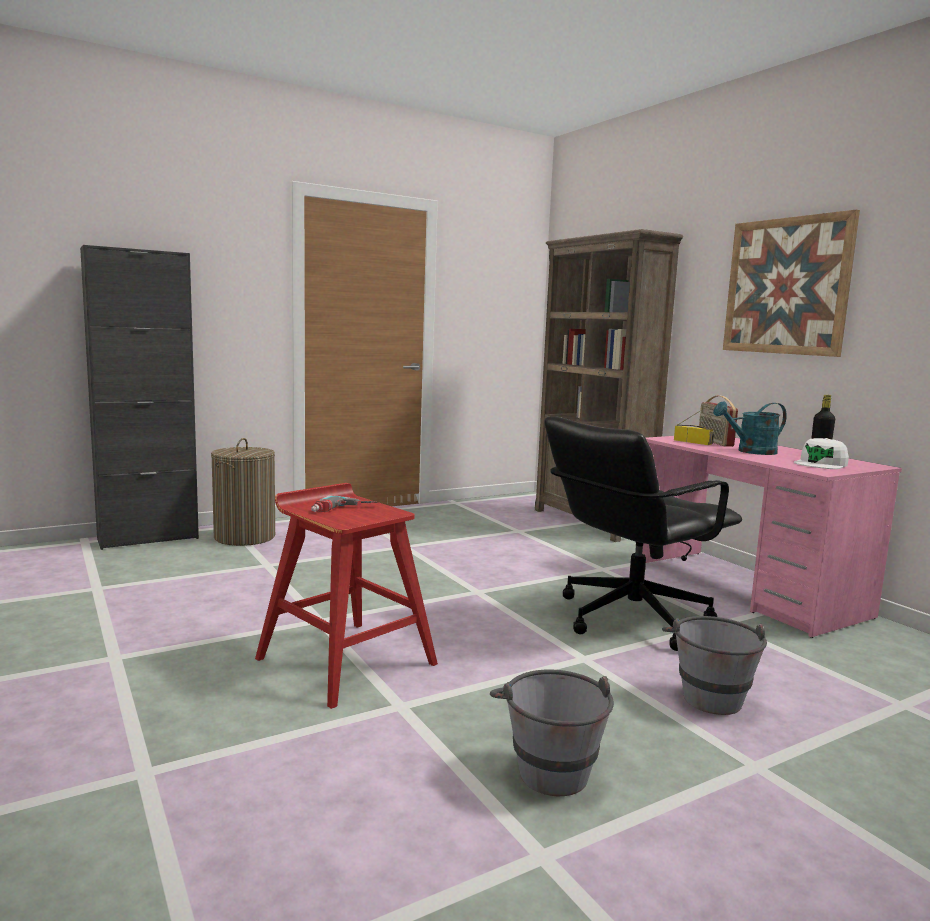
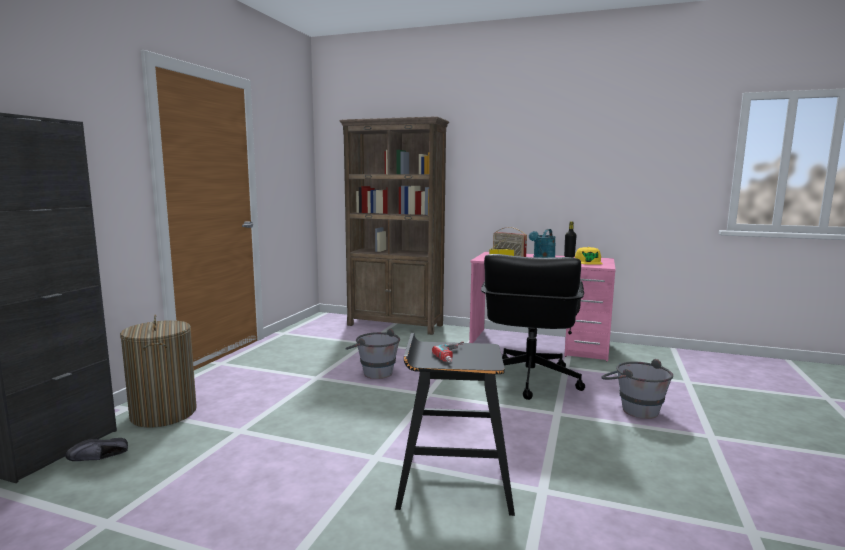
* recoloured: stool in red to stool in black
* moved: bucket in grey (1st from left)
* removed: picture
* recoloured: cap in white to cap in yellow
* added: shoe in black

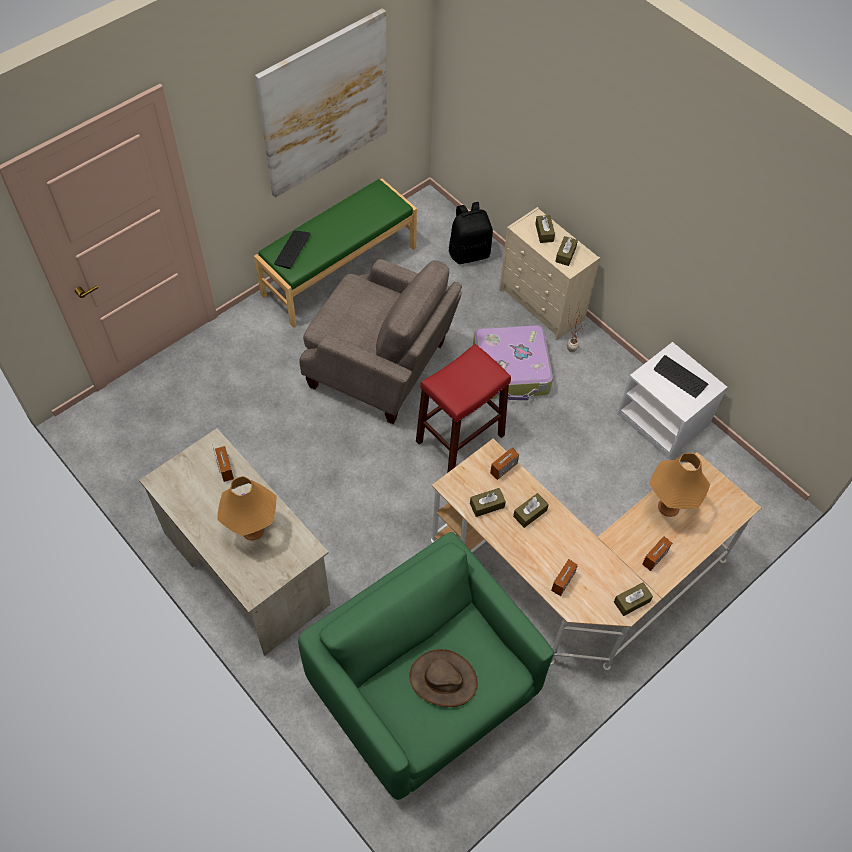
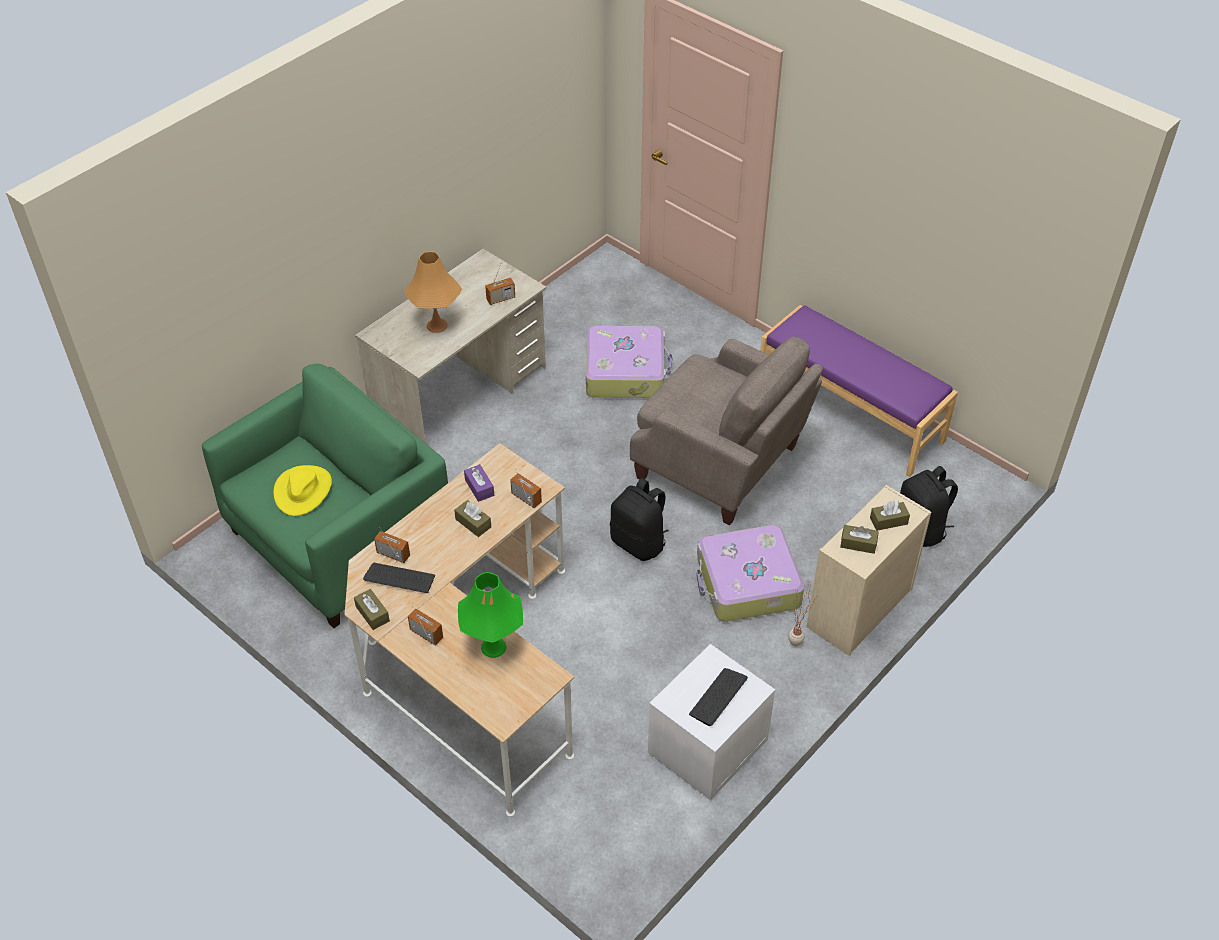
* recoloured: bench in green to bench in purple
* removed: picture
* moved: keyboard (1st from left)
* turned: armchair in beige 75 degrees counterclockwise
* recoloured: hat in brown to hat in yellow
* replaced: stool in red to backpack in black (1st from left)
* recoloured: tissue box in brown (1st from left) to tissue box in purple
* recoloured: table lamp in orange (2nd from left) to table lamp in green
* added: suitcase (1st from left)

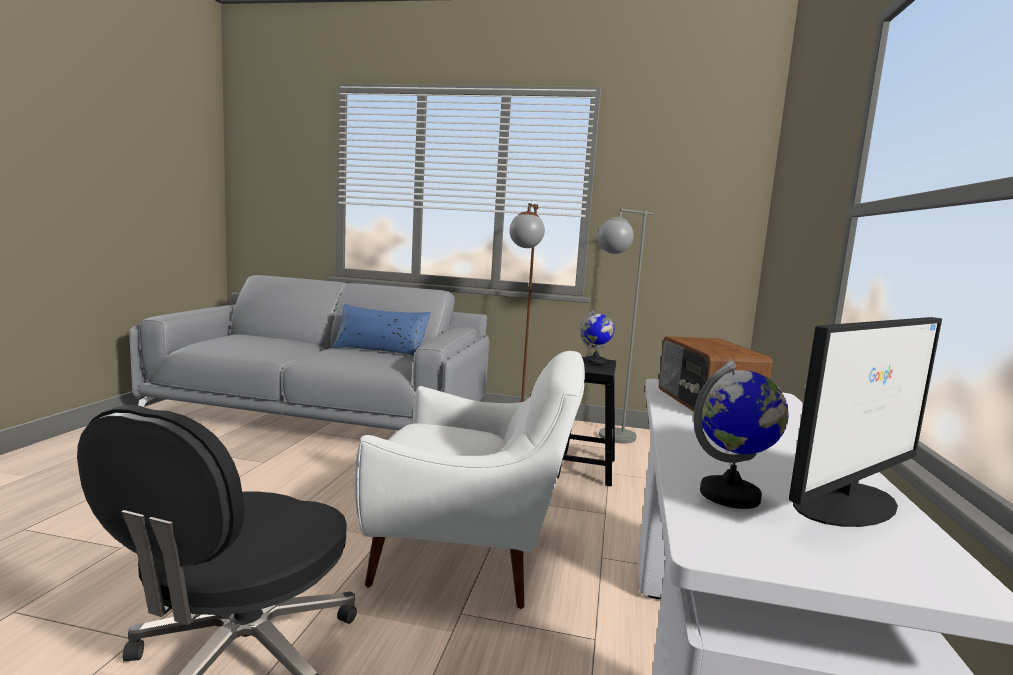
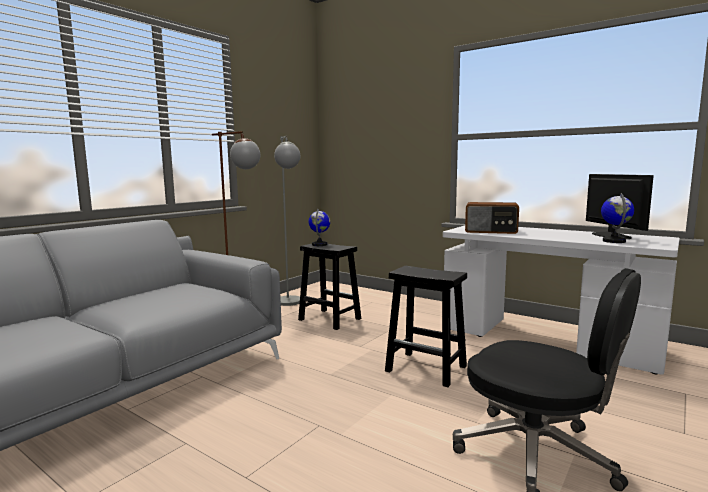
* removed: pillow in blue
* replaced: armchair in white to stool in black (2nd from left)

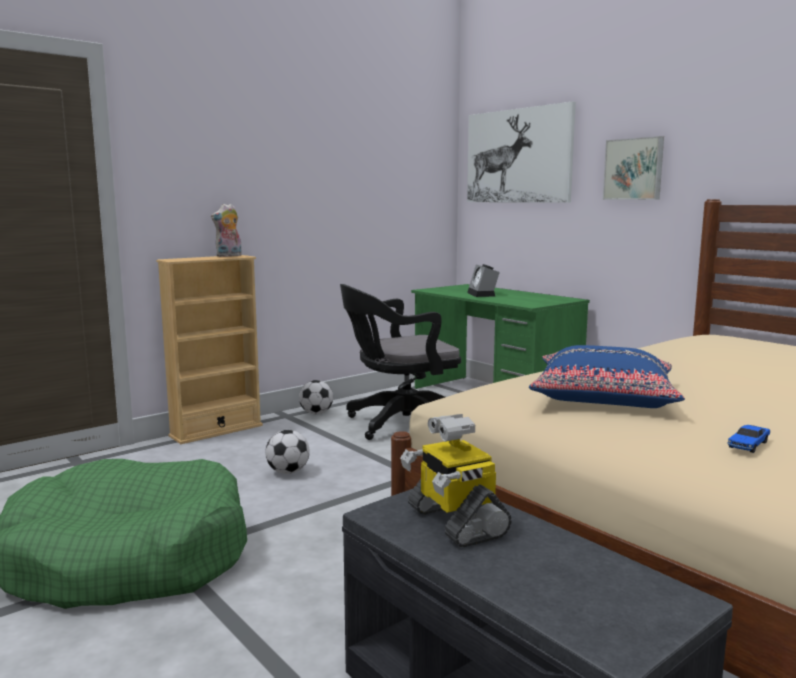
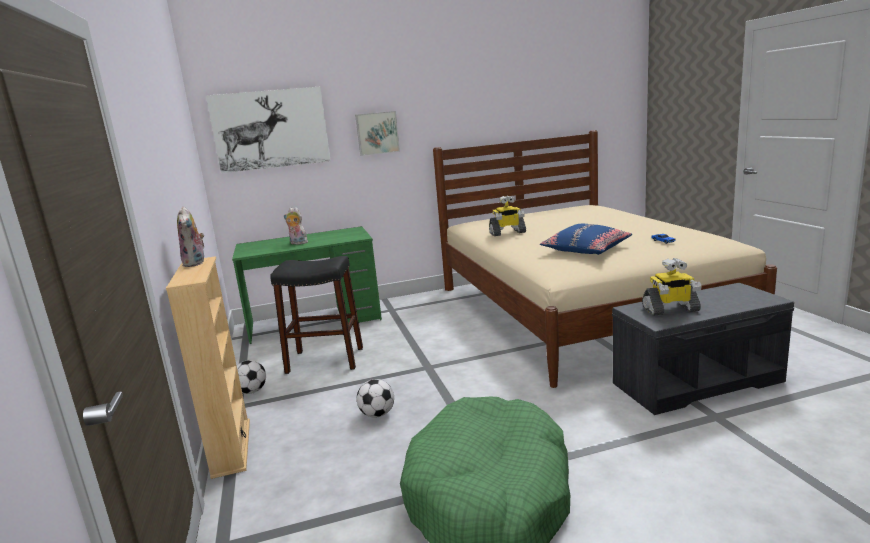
* replaced: office chair in black to stool in black
* replaced: alarm clock to plush toy (2nd from left)
* added: toy robot (1st from left)

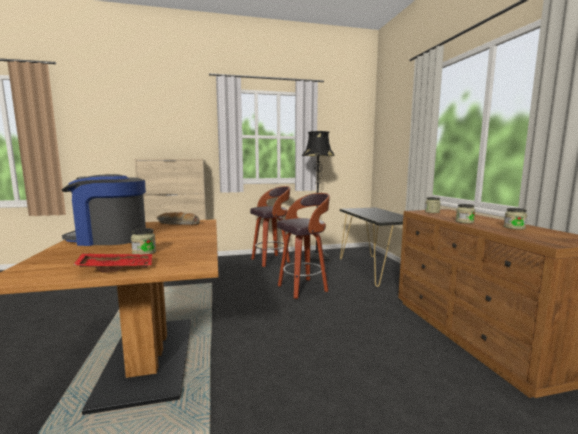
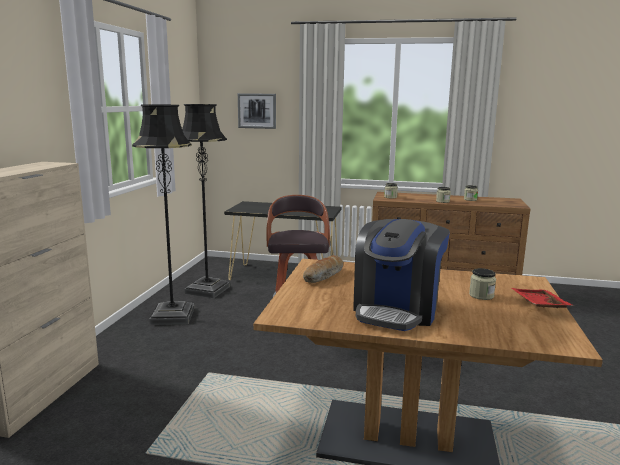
* replaced: stool (1st from left) to floor lamp in black (1st from left)
* added: picture

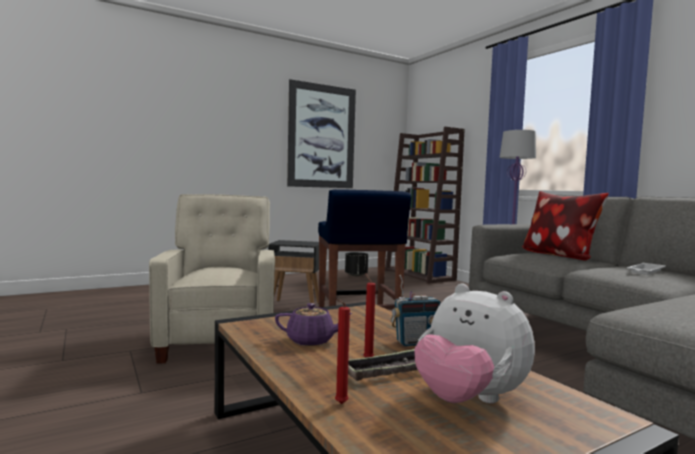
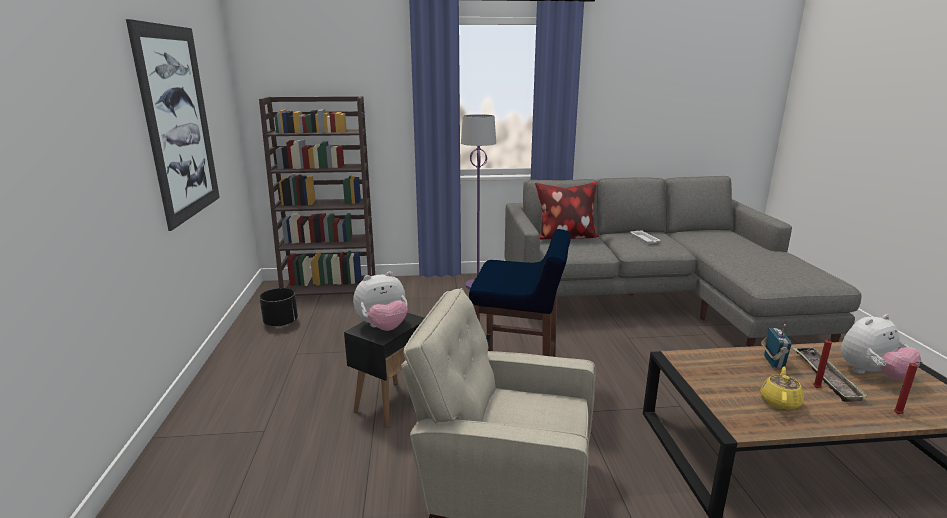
* recoloured: teapot in purple to teapot in yellow
* added: plush toy (1st from left)

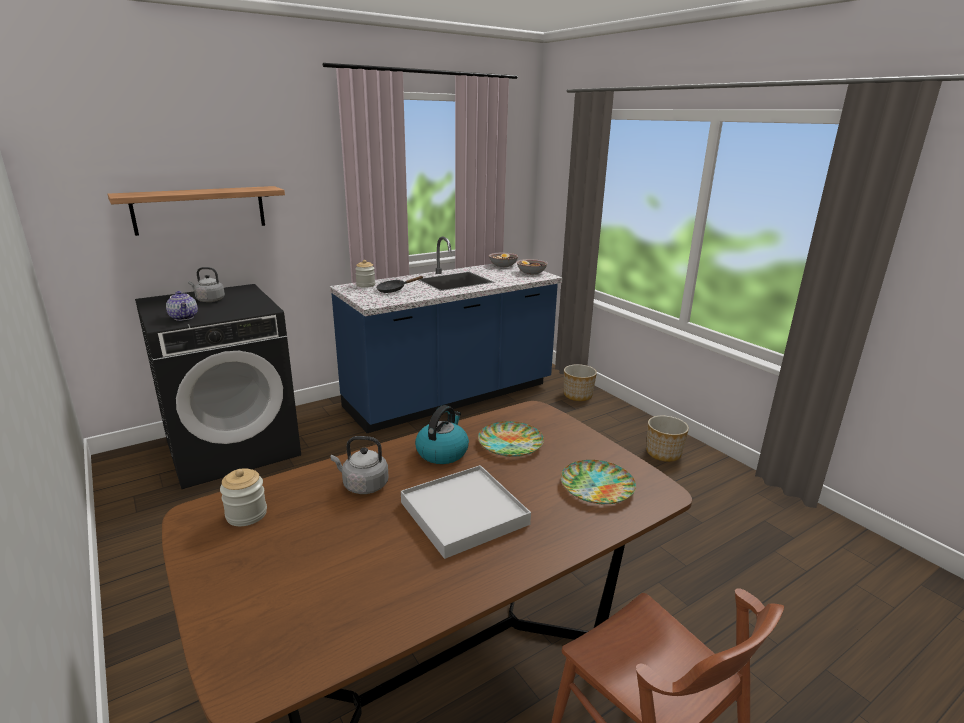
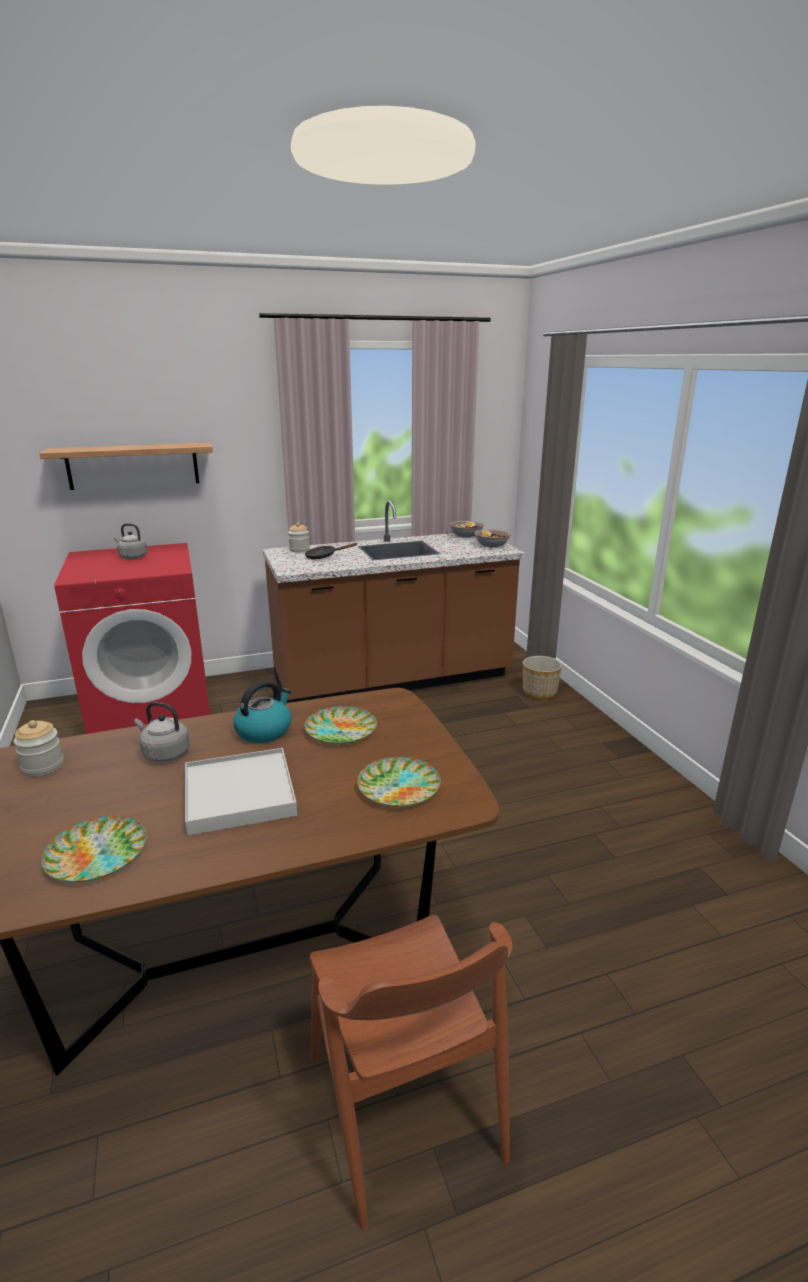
* recoloured: washing machine in black to washing machine in red
* removed: teapot
* recoloured: counter in blue to counter in brown
* removed: planter (2nd from left)
* added: plate (1st from left)

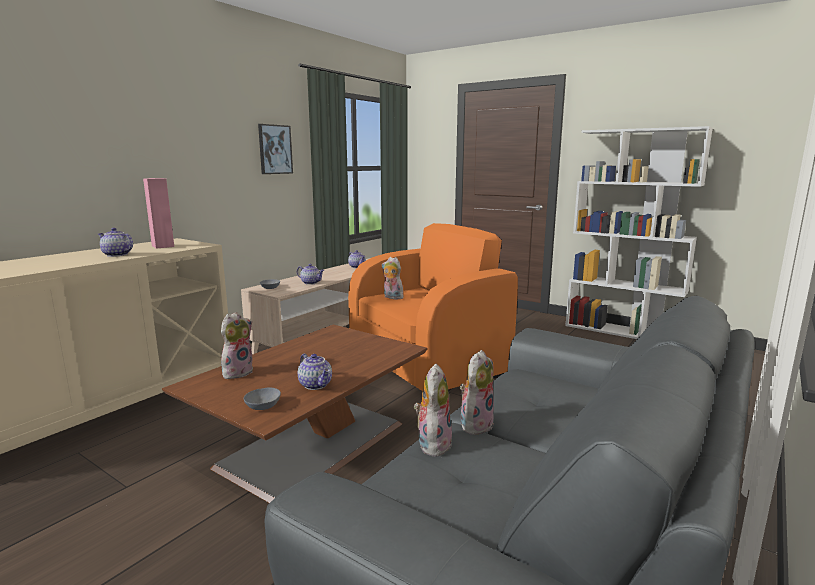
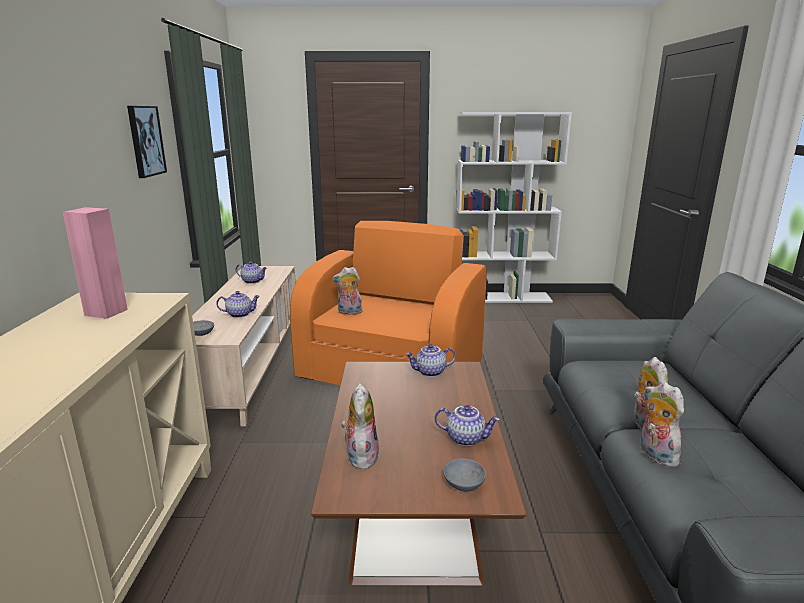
* moved: teapot (1st from left in the first image) to teapot (3rd from left)

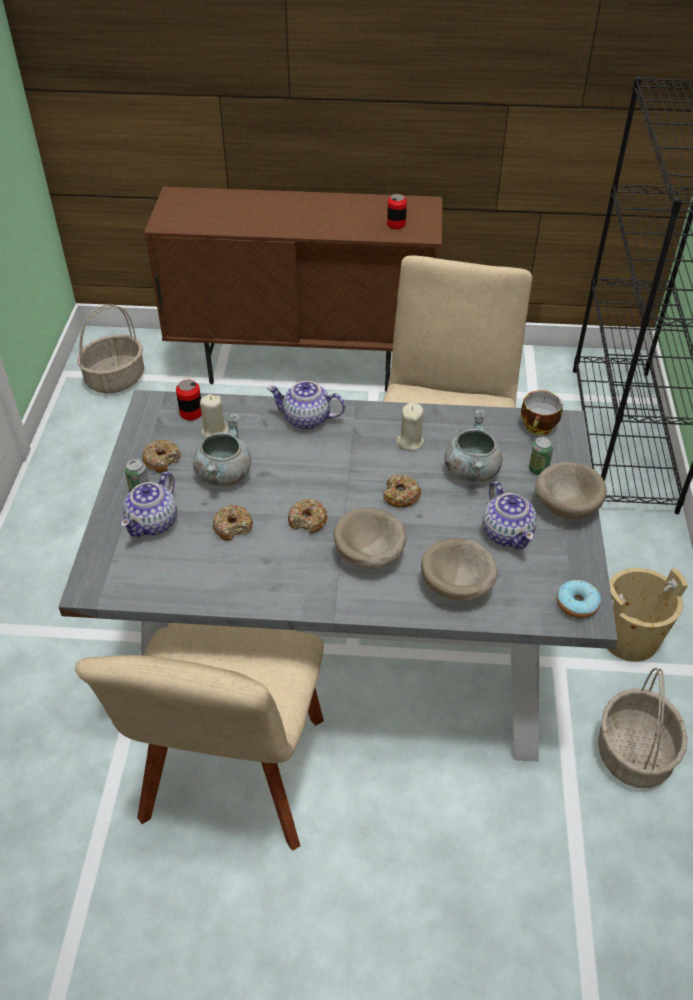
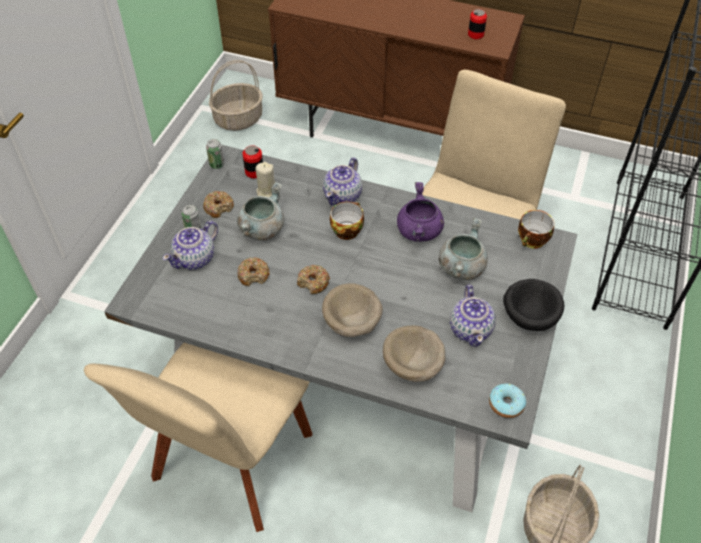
* turned: teapot (2nd from left) 90 degrees counterclockwise
* removed: donut (4th from left)
* replaced: candle in beige (2nd from left) to cooking pot in purple
* moved: can (4th from left in the first image) to can (2nd from left)
* recoloured: bowl in beige (3rd from left) to bowl in black
* removed: bucket in beige
* added: cup (1st from left)

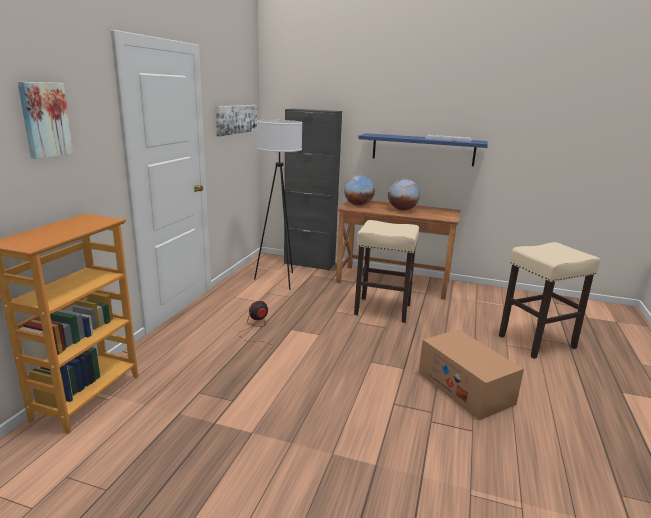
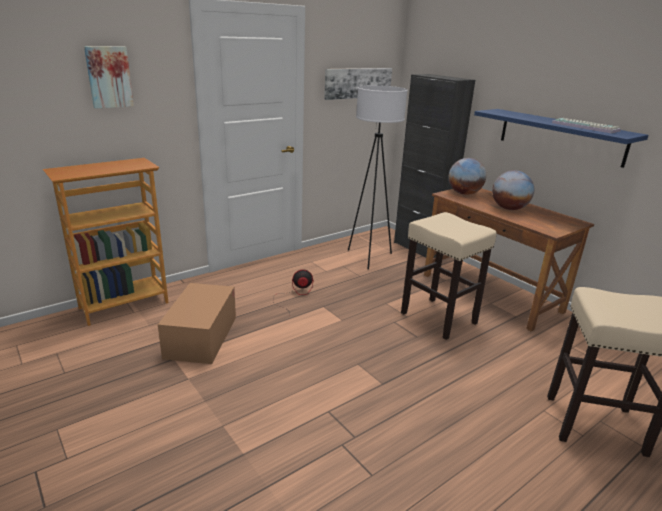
* moved: cardboard box

